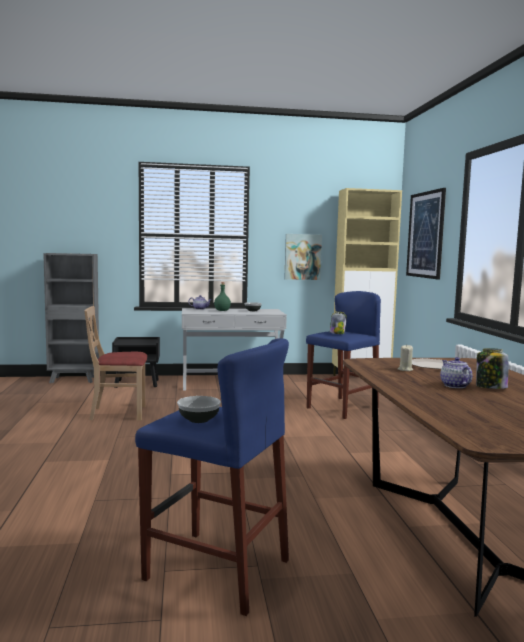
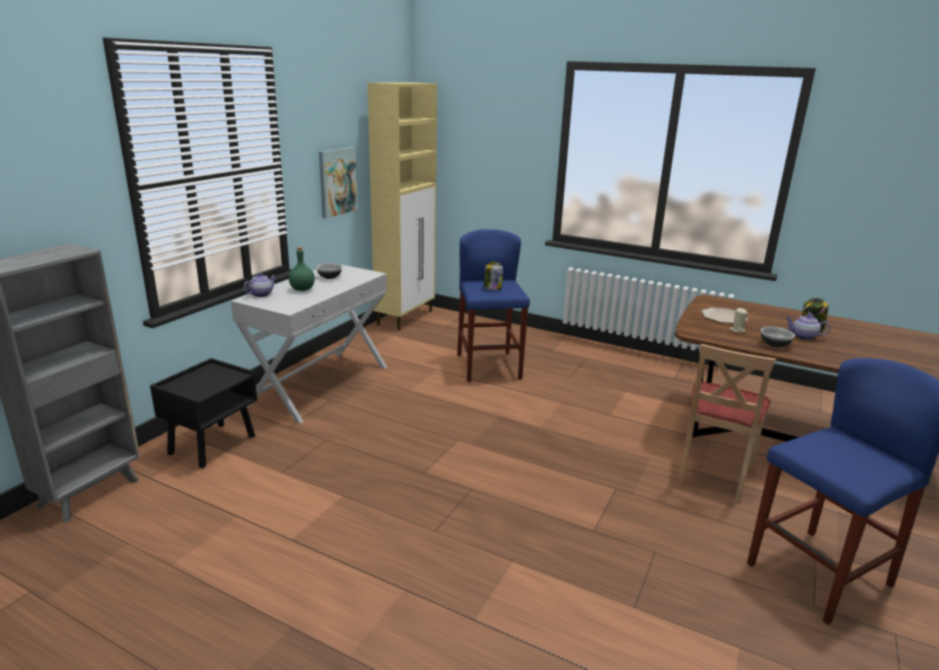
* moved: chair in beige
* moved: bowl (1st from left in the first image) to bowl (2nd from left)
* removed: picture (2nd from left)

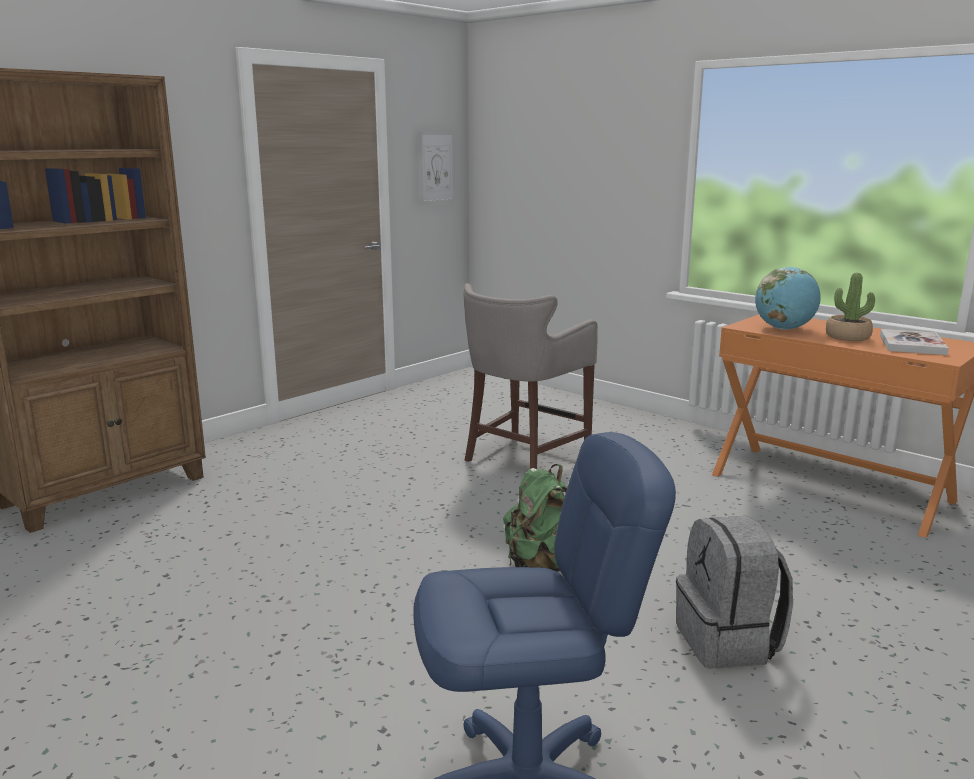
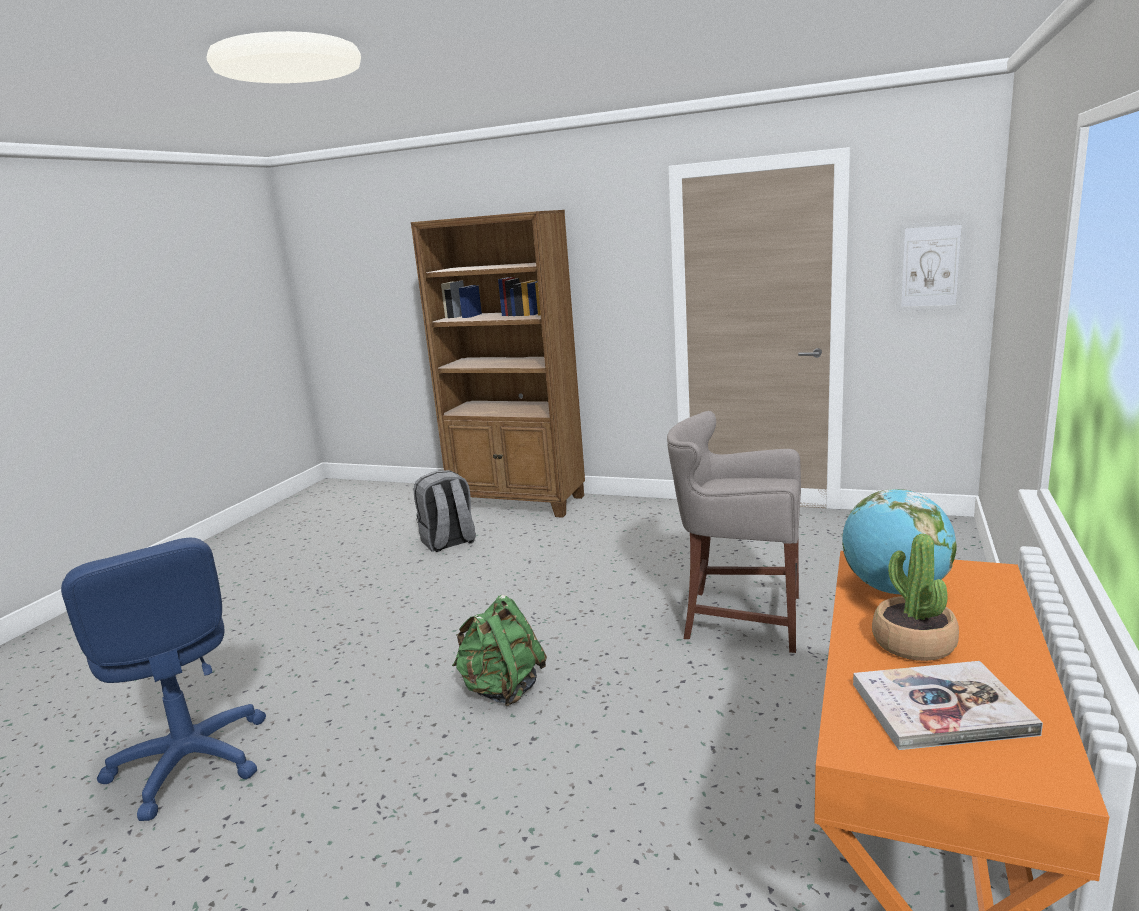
* moved: backpack in grey

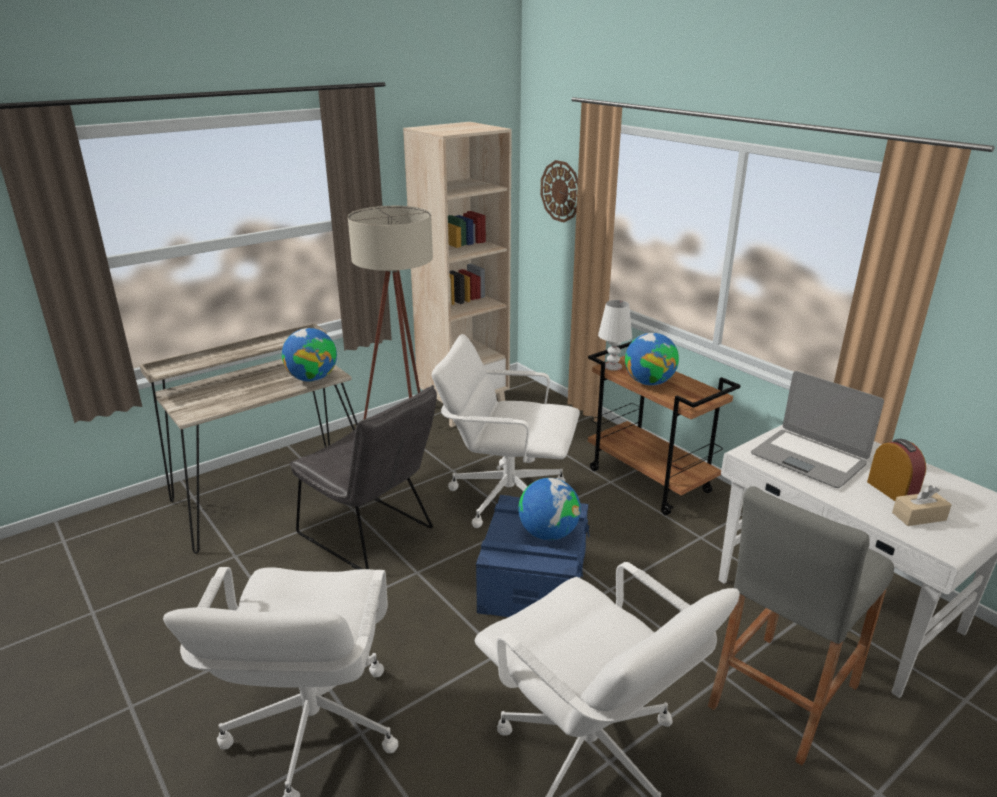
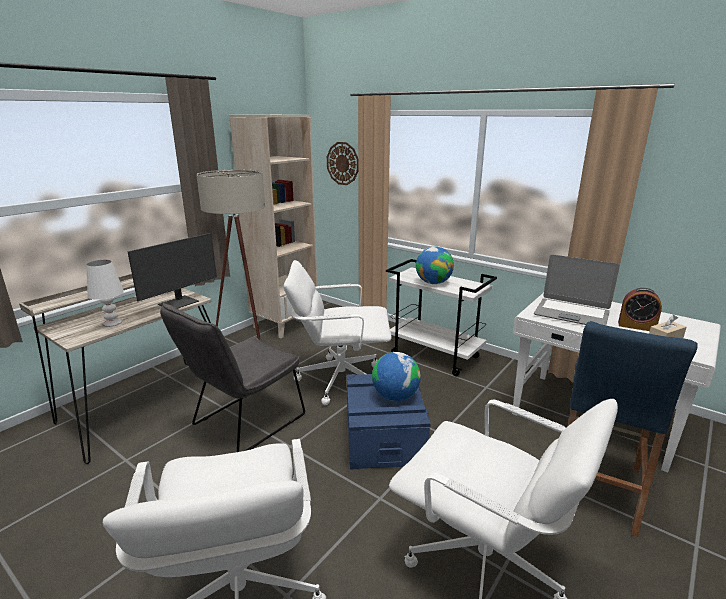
* replaced: globe (1st from left) to monitor
* turned: chair in grey 105 degrees clockwise
* recoloured: cart in brown to cart in white
* moved: table lamp in white
* recoloured: stool in grey to stool in blue
* turned: alarm clock 150 degrees clockwise

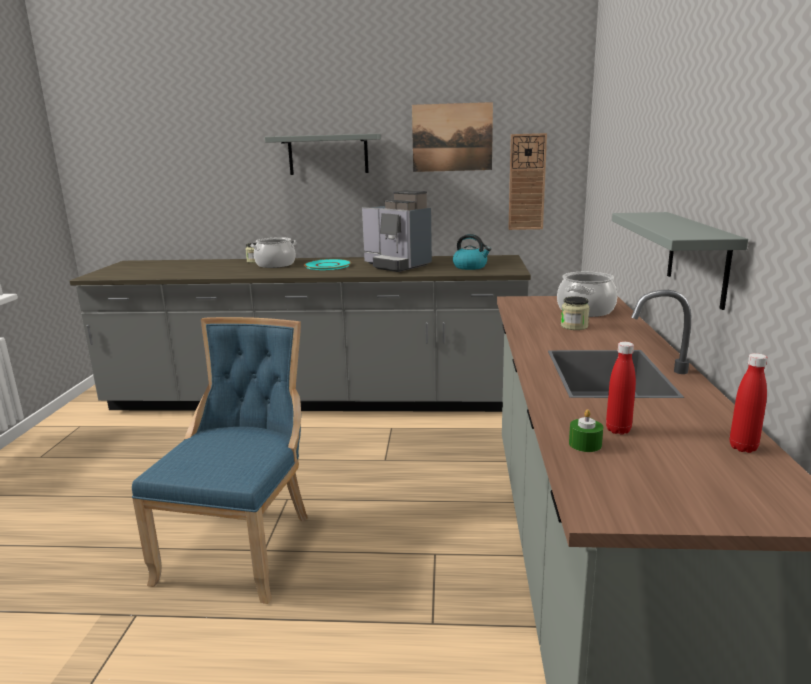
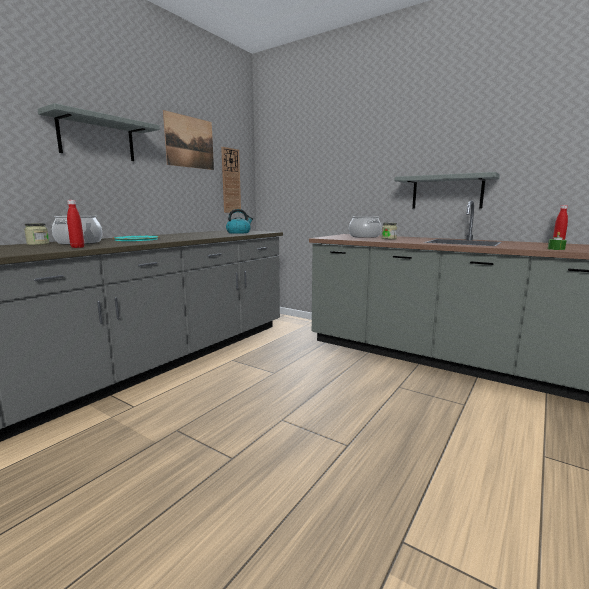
* removed: chair in blue
* removed: coffee machine
* moved: bottle in red (1st from left)

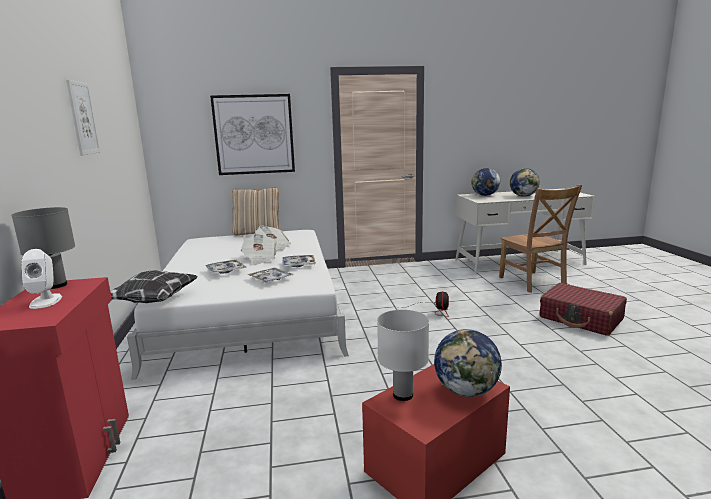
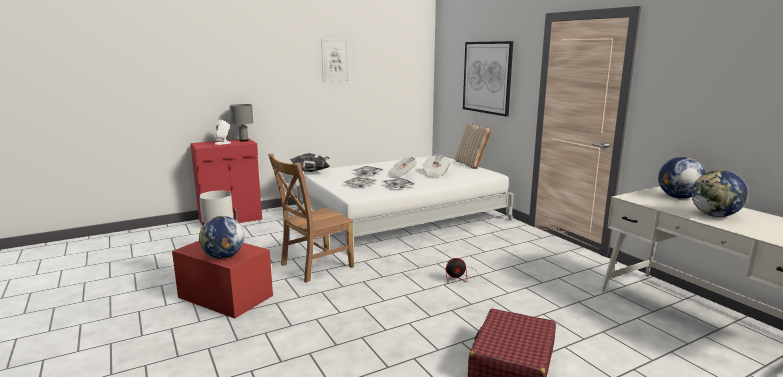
* moved: chair in brown

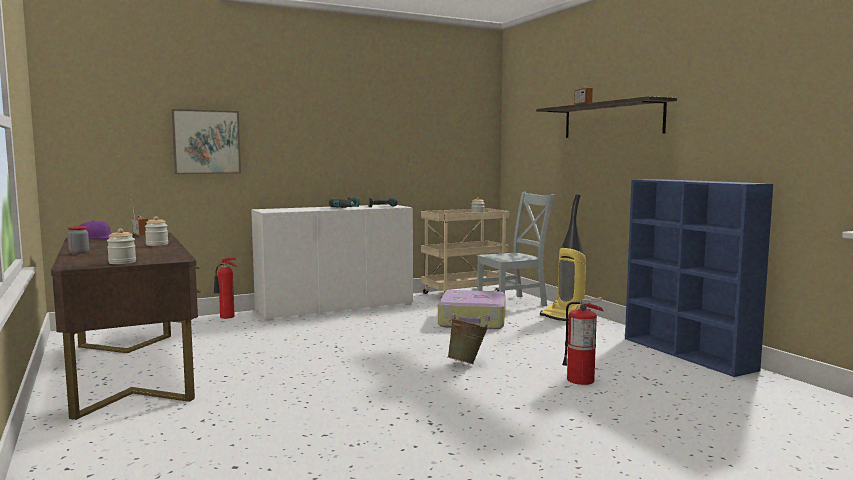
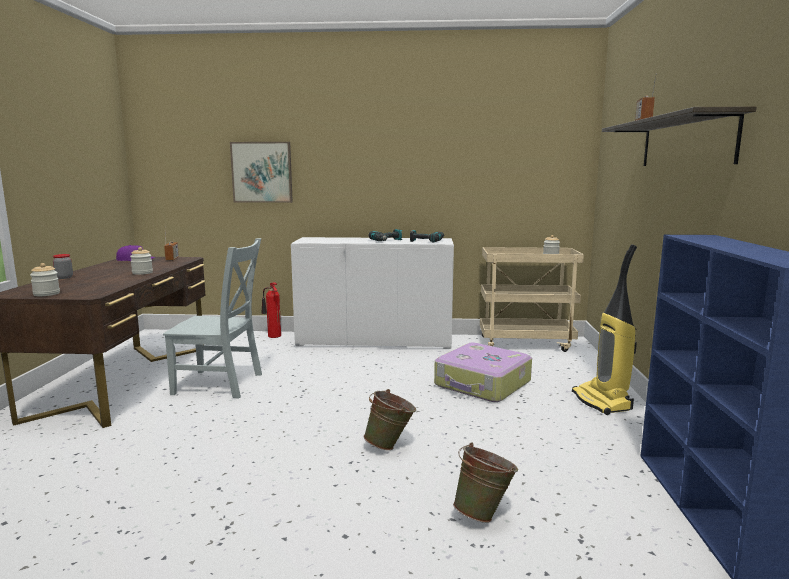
* moved: chair in grey
* replaced: fire extinguisher (2nd from left) to bucket in green (2nd from left)

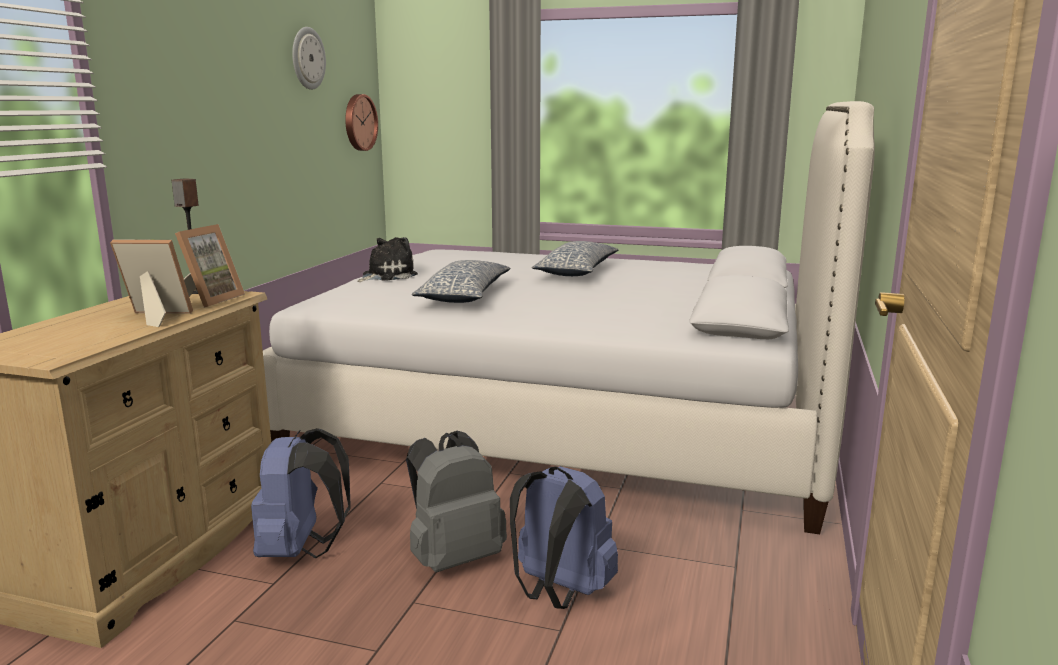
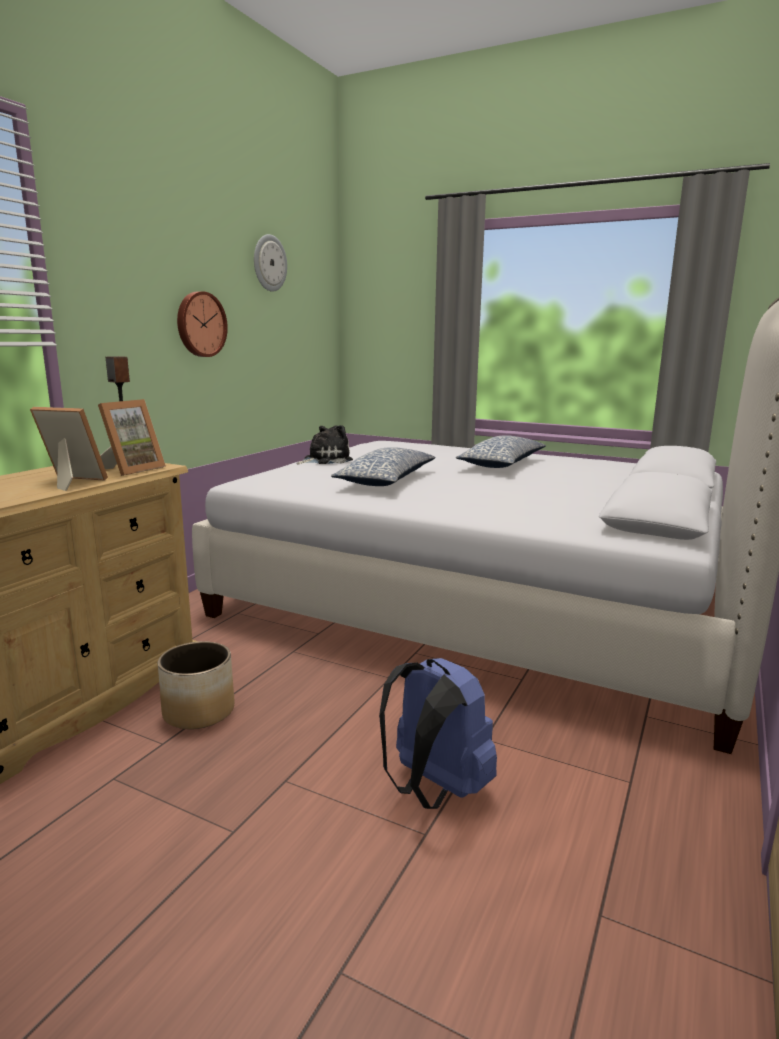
* replaced: backpack in blue (1st from left) to planter
* moved: wall clock (2nd from left in the first image) to wall clock (1st from left)
* removed: backpack in grey

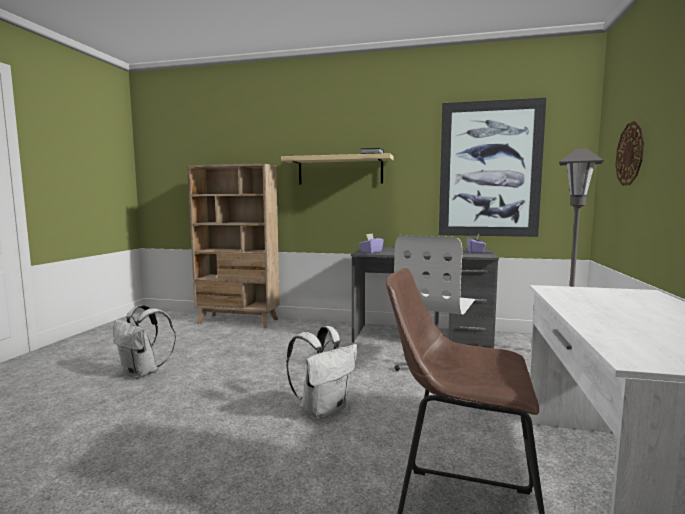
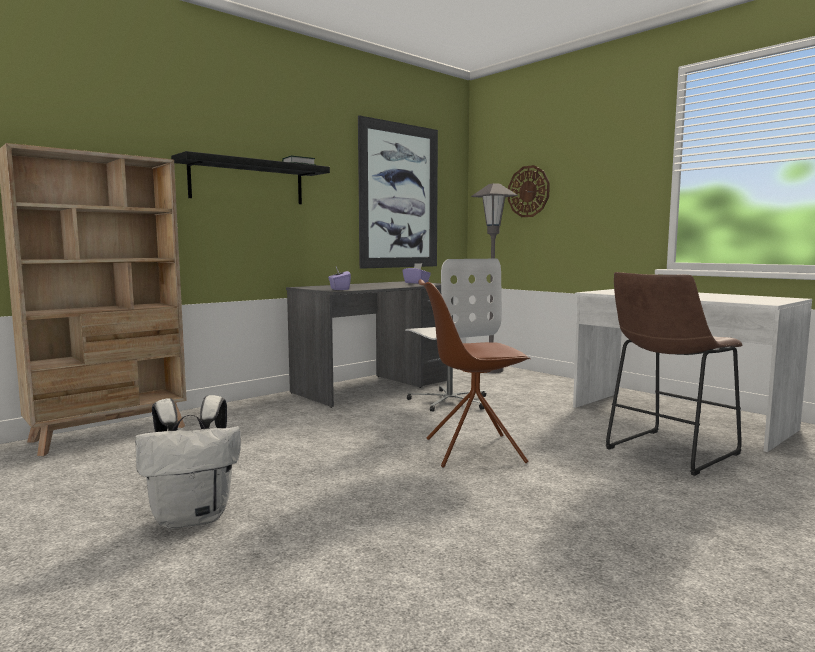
* recoloured: shelf in beige to shelf in black
* replaced: backpack in white (2nd from left) to chair in brown

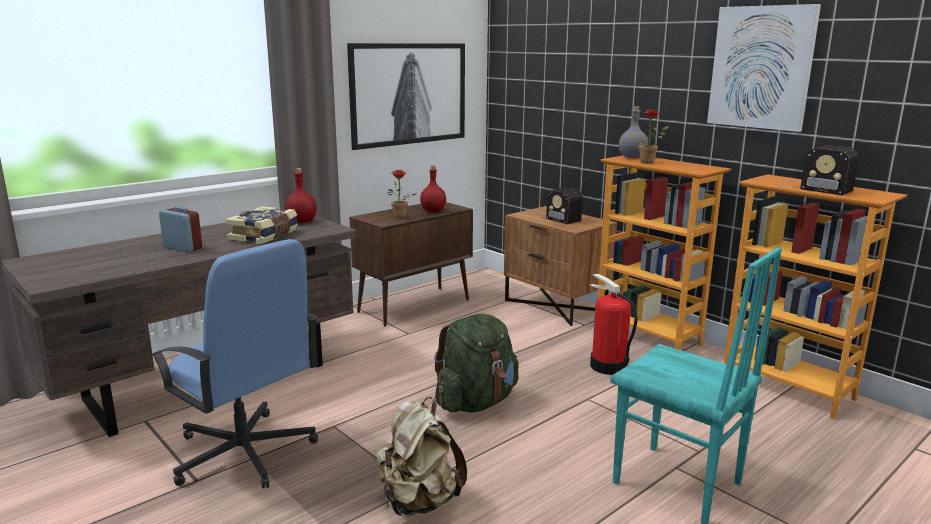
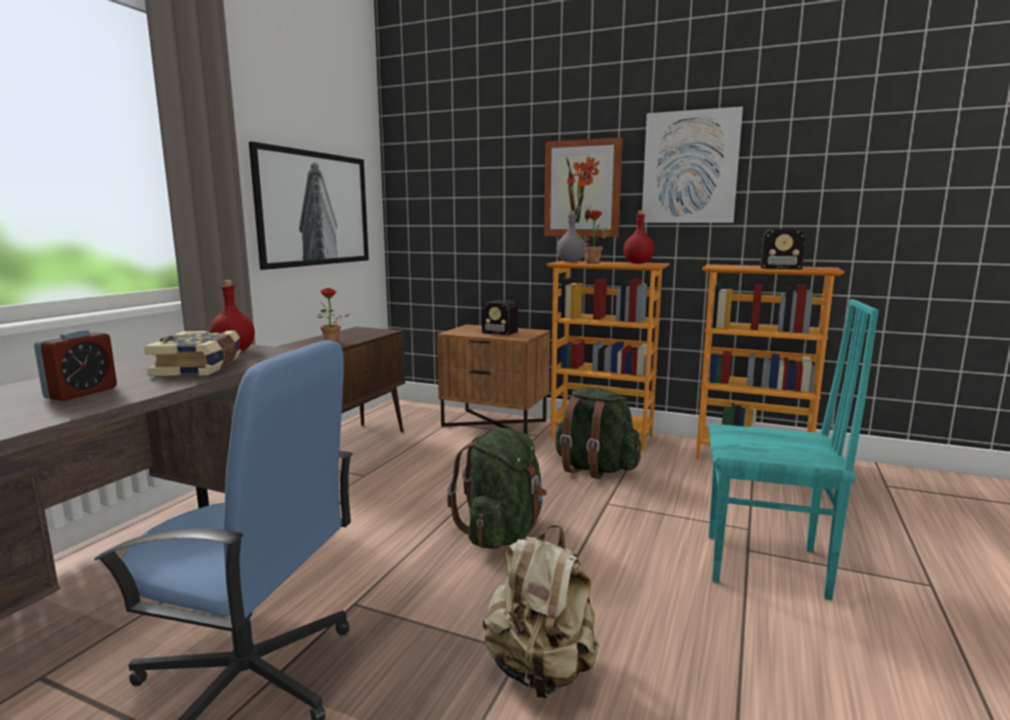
* turned: alarm clock 105 degrees clockwise
* moved: bottle in red (2nd from left)
* replaced: fire extinguisher to backpack in green (2nd from left)
* added: picture (2nd from left)

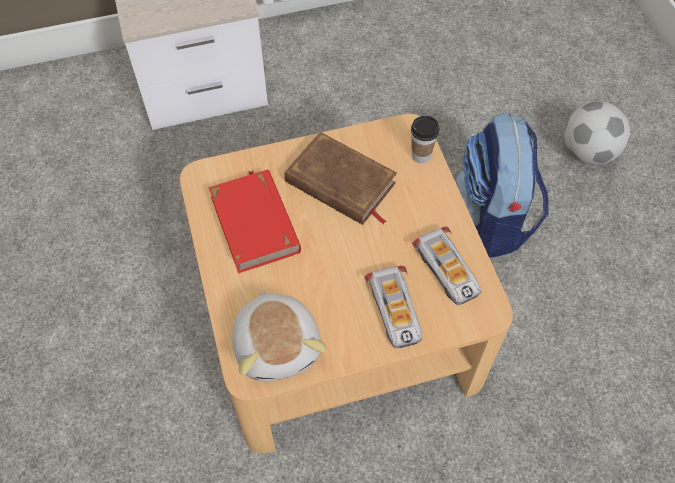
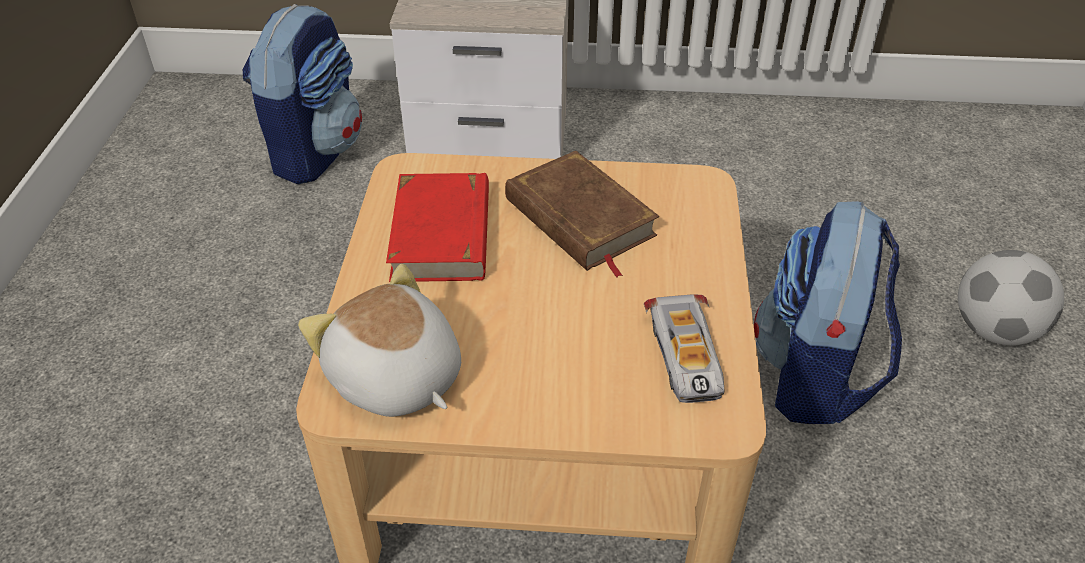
* turned: plush toy 135 degrees clockwise
* removed: toy car (1st from left)
* removed: cup
* added: backpack (1st from left)

